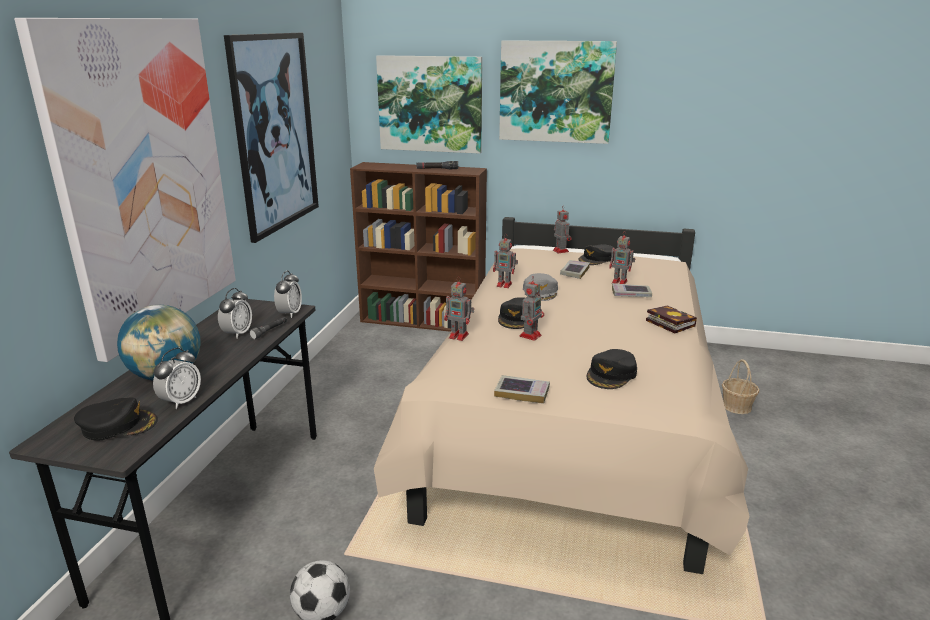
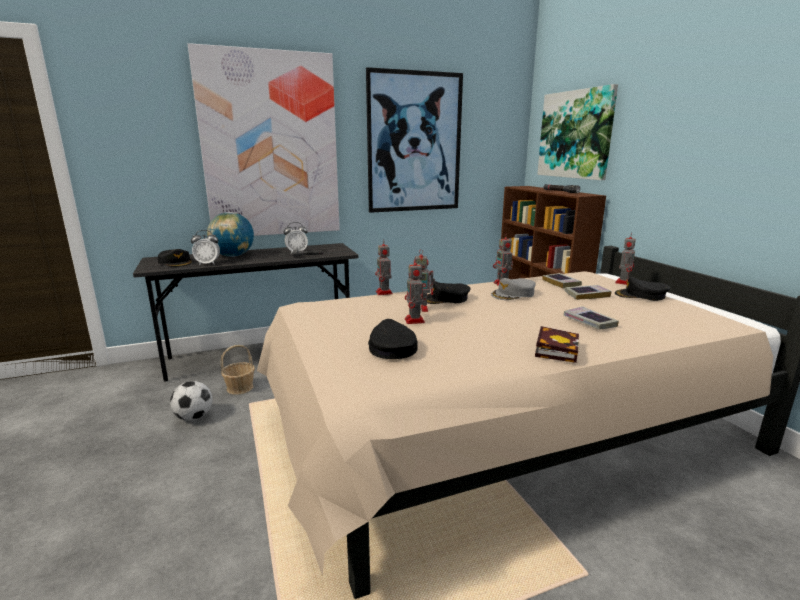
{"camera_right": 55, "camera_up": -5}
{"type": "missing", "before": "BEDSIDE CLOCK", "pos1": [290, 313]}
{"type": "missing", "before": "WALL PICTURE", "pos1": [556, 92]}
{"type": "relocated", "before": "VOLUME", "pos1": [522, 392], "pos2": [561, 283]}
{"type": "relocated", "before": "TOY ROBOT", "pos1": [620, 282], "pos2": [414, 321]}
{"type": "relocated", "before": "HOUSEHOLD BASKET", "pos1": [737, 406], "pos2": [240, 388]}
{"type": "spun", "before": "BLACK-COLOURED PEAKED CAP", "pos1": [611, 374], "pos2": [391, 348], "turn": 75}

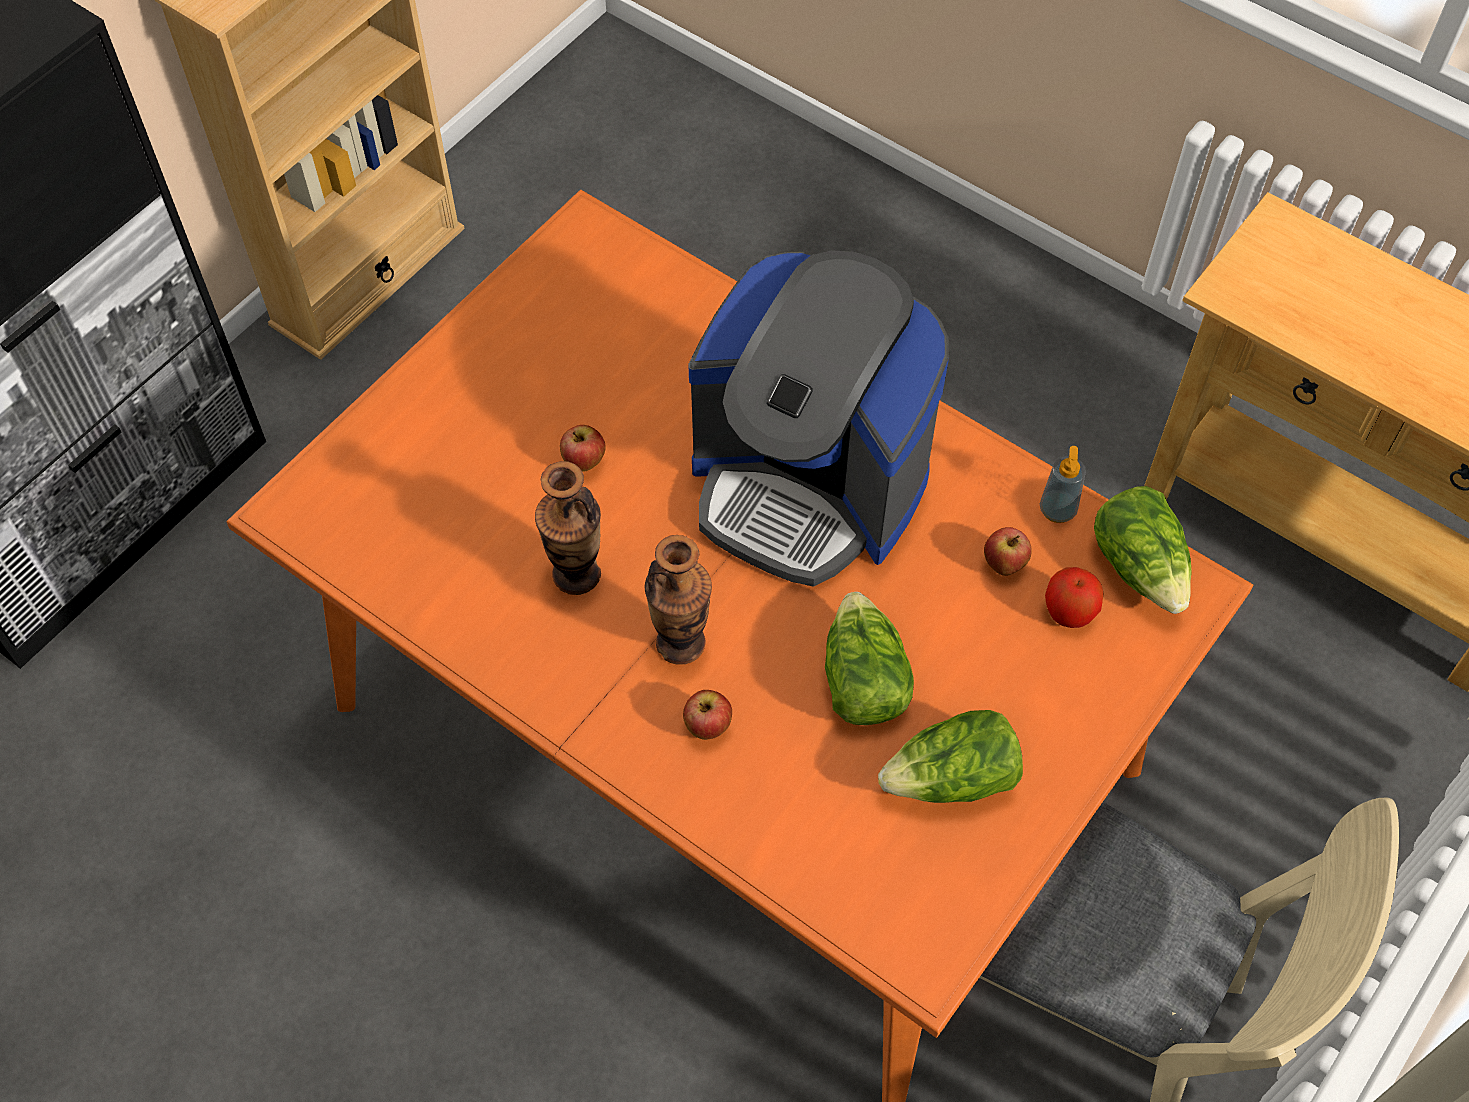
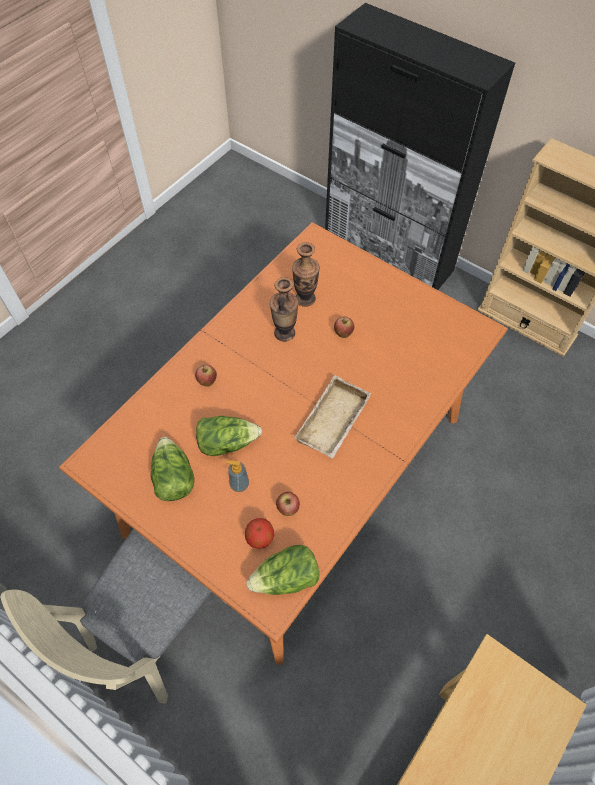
{"camera_right": 90, "camera_up": 0}
{"type": "relocated", "before": "VASE", "pos1": [681, 643], "pos2": [305, 299]}
{"type": "relocated", "before": "SOAP BOTTLE", "pos1": [1057, 510], "pos2": [239, 484]}
{"type": "exchanged", "before": "COFFEE MACHINE", "after": "BEIGE SERVING TRAY", "pos1": [809, 484], "pos2": [334, 422]}

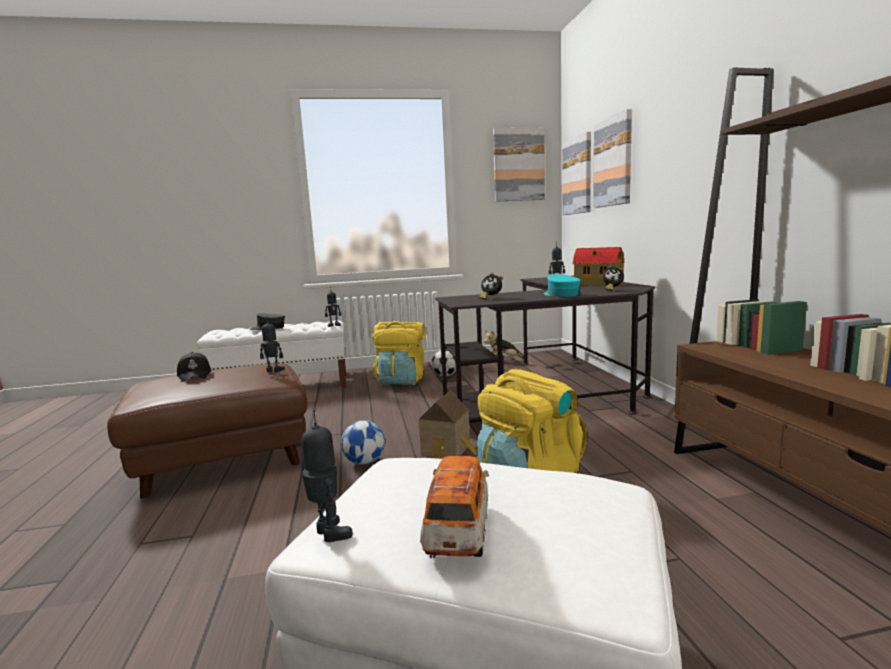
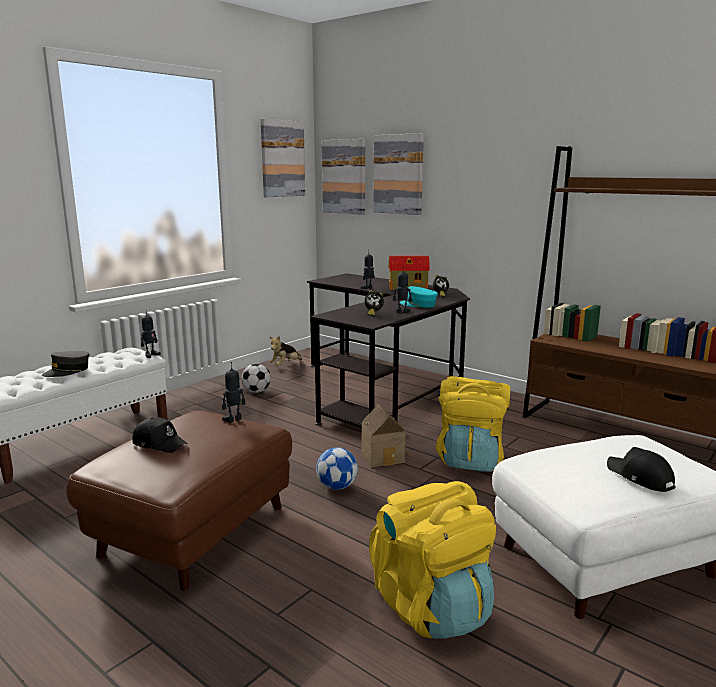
{"camera_right": -40, "camera_up": 5}
{"type": "relocated", "before": "TOY ROBOT", "pos1": [328, 533], "pos2": [402, 312]}
{"type": "relocated", "before": "YELLOW BACKPACK", "pos1": [401, 381], "pos2": [431, 606]}
{"type": "exchanged", "before": "MINIATURE CAR", "after": "BLACK-COLOURED PEAKED CAP", "pos1": [458, 532], "pos2": [639, 477]}

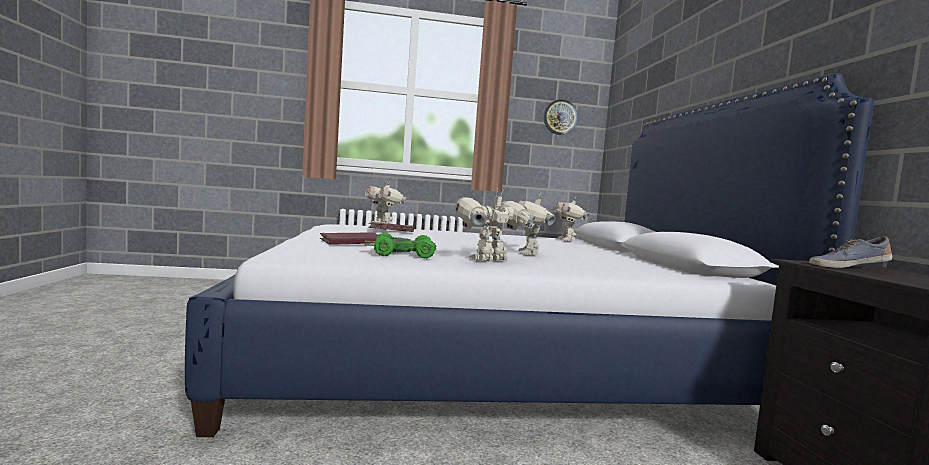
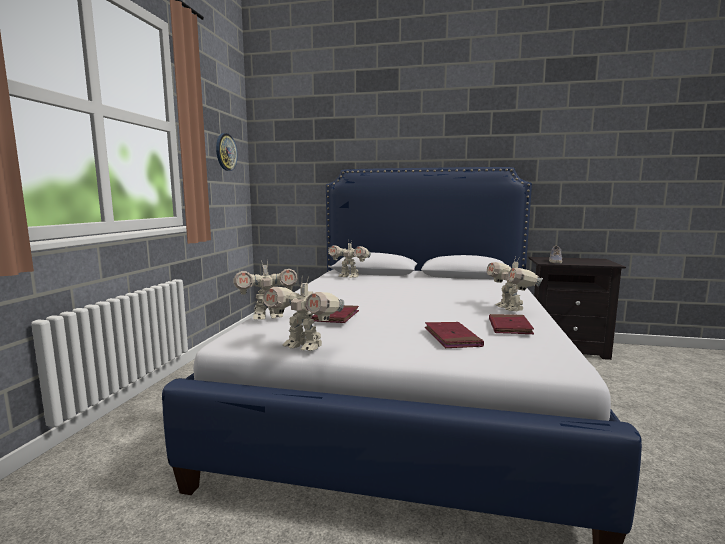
{"camera_right": -70, "camera_up": 5}
{"type": "relocated", "before": "TOY ROBOT", "pos1": [530, 253], "pos2": [304, 346]}
{"type": "exchanged", "before": "GREEN MINIATURE CAR", "after": "RED VOLUME", "pos1": [402, 254], "pos2": [509, 327]}

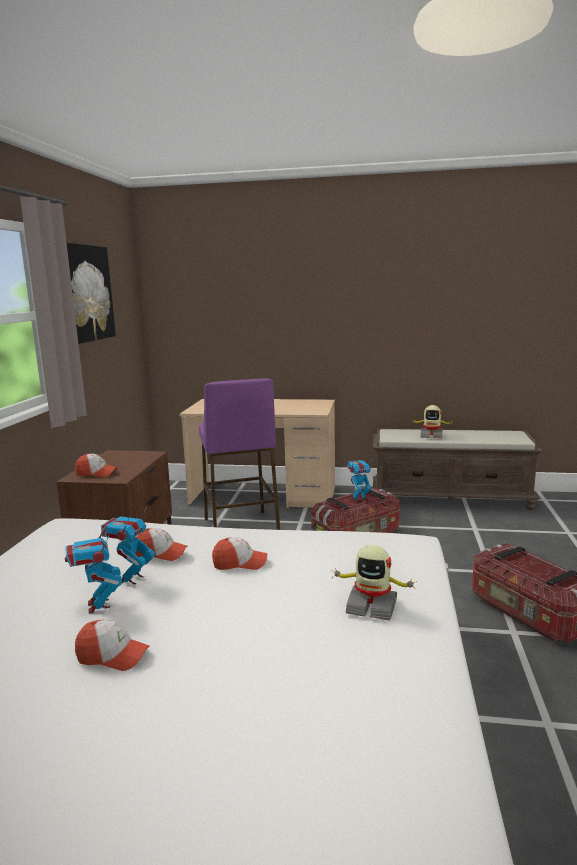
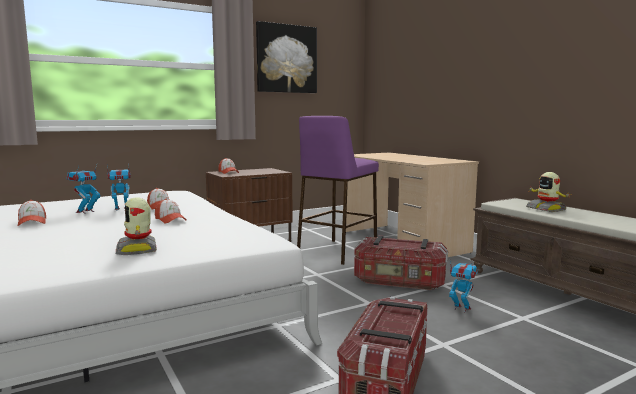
{"camera_right": 50, "camera_up": -5}
{"type": "relocated", "before": "TOY ROBOT", "pos1": [358, 499], "pos2": [461, 309]}

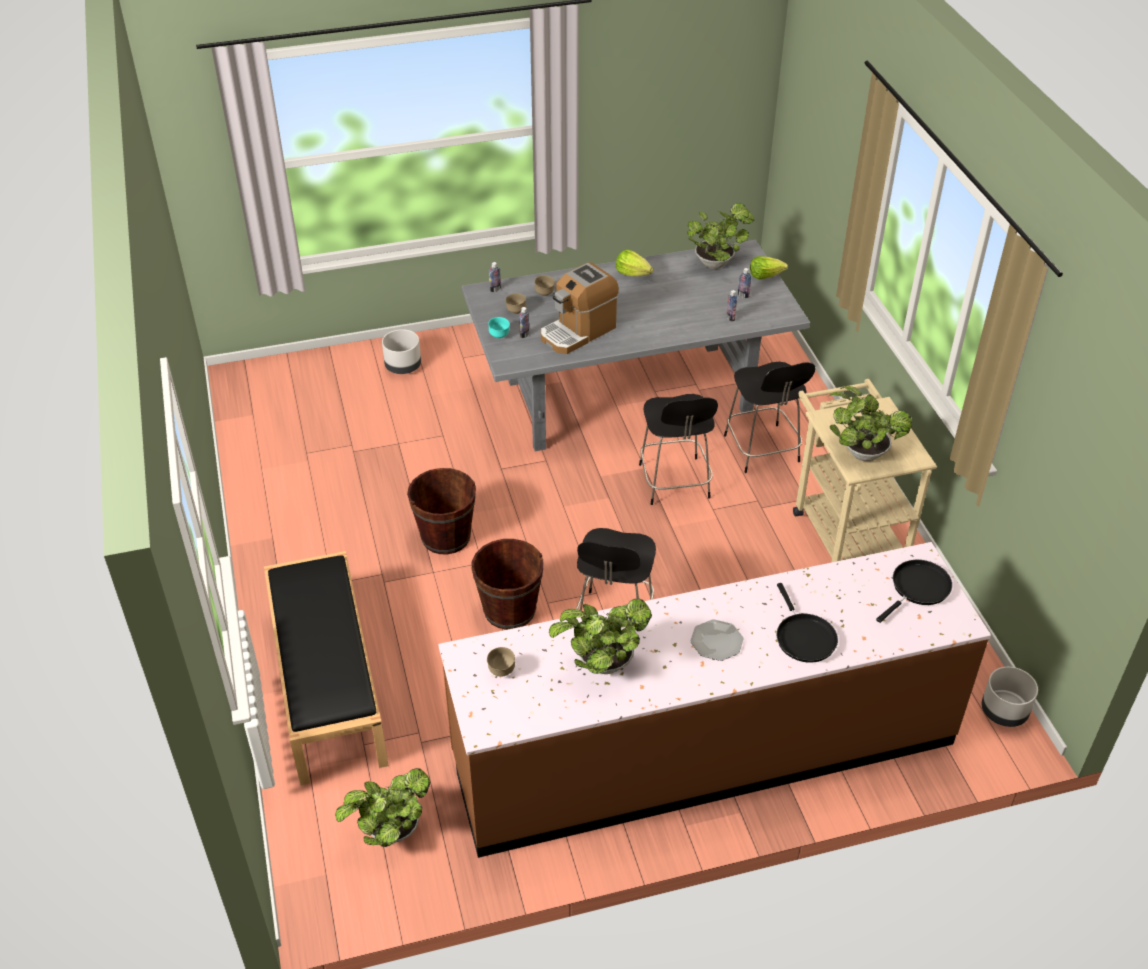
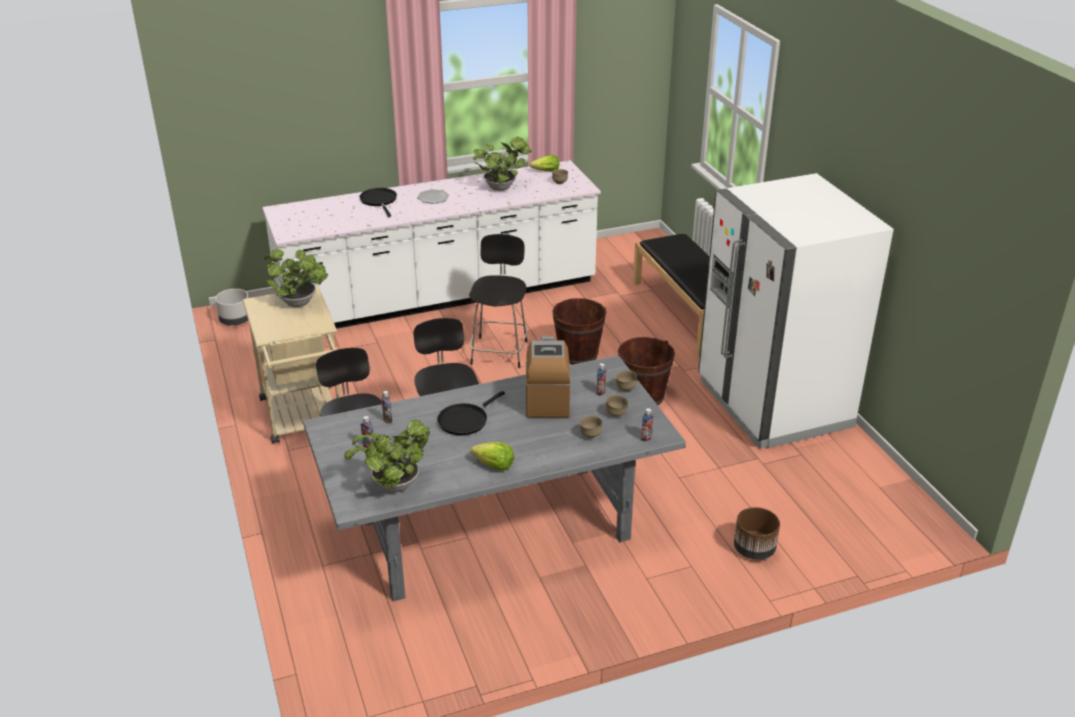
{"camera_right": 175, "camera_up": -10}
{"type": "missing", "before": "HOUSEPLANT", "pos1": [390, 832]}
{"type": "appeared", "after": "WHITE REFRIGERATOR", "pos2": [773, 404]}
{"type": "relocated", "before": "LETTUCE", "pos1": [765, 275], "pos2": [546, 171]}
{"type": "relocated", "before": "BLACK-COLOURED PAN", "pos1": [918, 588], "pos2": [465, 420]}
{"type": "colour", "before": "GRAY PLANTER", "after": "BROWNISH PLANTER", "pos1": [403, 366], "pos2": [754, 550]}
{"type": "colour", "before": "BROWNISH KITCHEN COUNTER", "after": "WHITE KITCHEN COUNTER", "pos1": [703, 749], "pos2": [439, 297]}
{"type": "colour", "before": "TURQUOISE BOWL", "after": "BROWNISH BOWL", "pos1": [499, 336], "pos2": [625, 389]}
{"type": "spun", "before": "COFFEE MACHINE", "pos1": [578, 332], "pos2": [547, 397], "turn": -45}

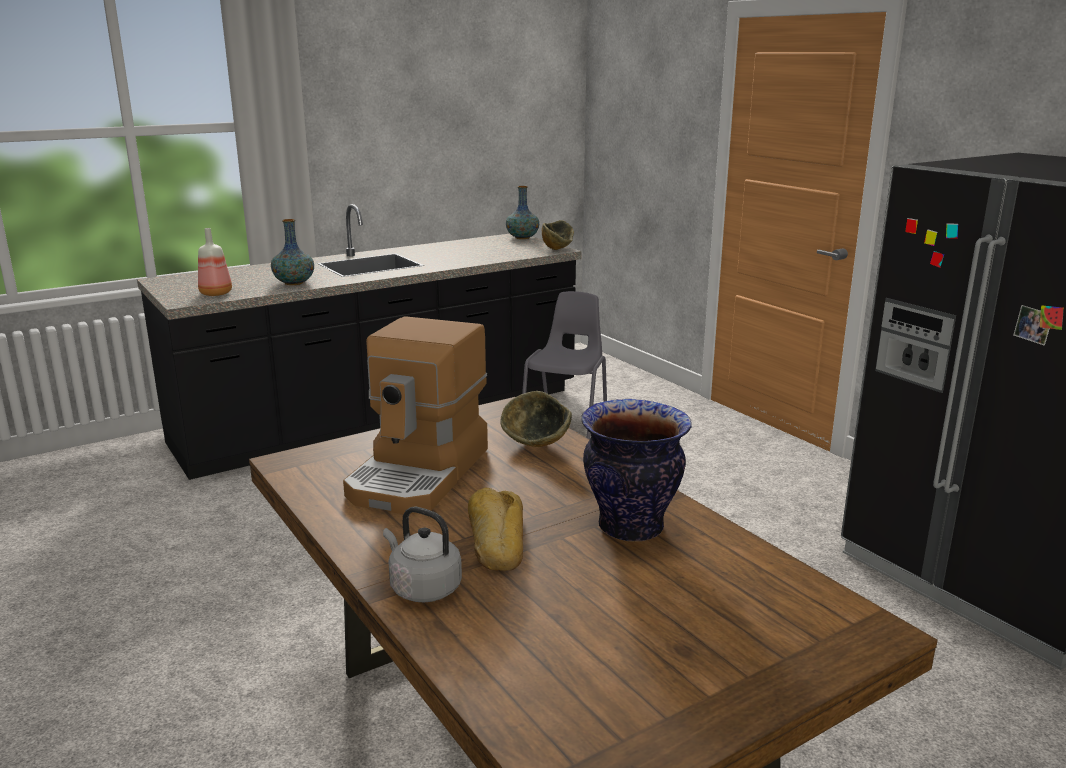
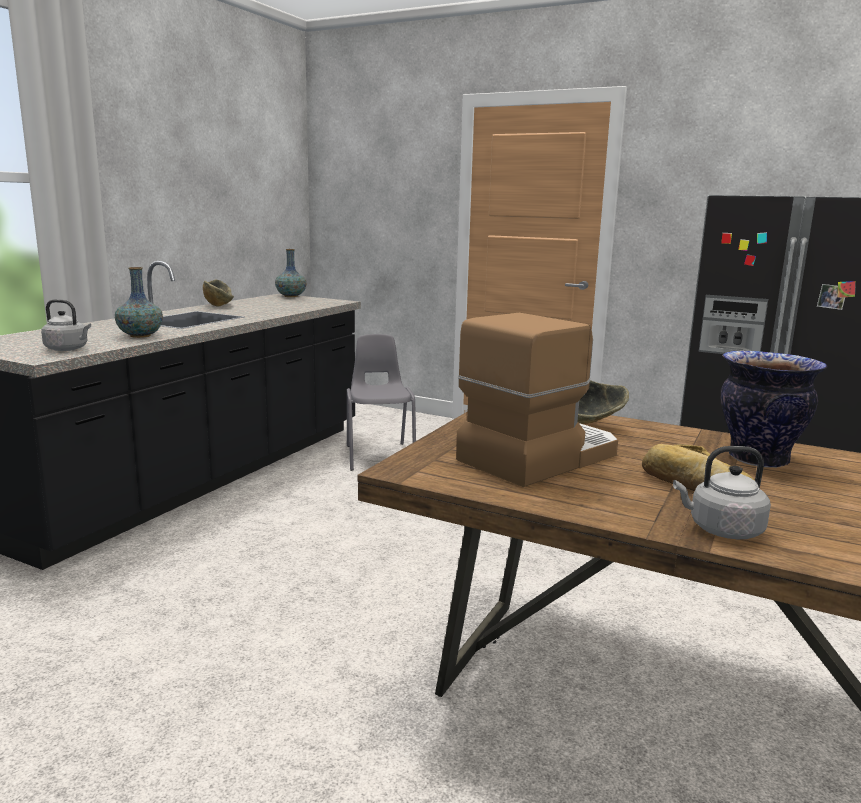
{"camera_right": -30, "camera_up": -5}
{"type": "relocated", "before": "BOWL", "pos1": [558, 248], "pos2": [219, 305]}
{"type": "exchanged", "before": "BEVERAGE BOTTLE", "after": "GRAY WATER KETTLE", "pos1": [217, 293], "pos2": [68, 349]}
{"type": "spun", "before": "COFFEE MACHINE", "pos1": [420, 473], "pos2": [538, 456], "turn": -120}

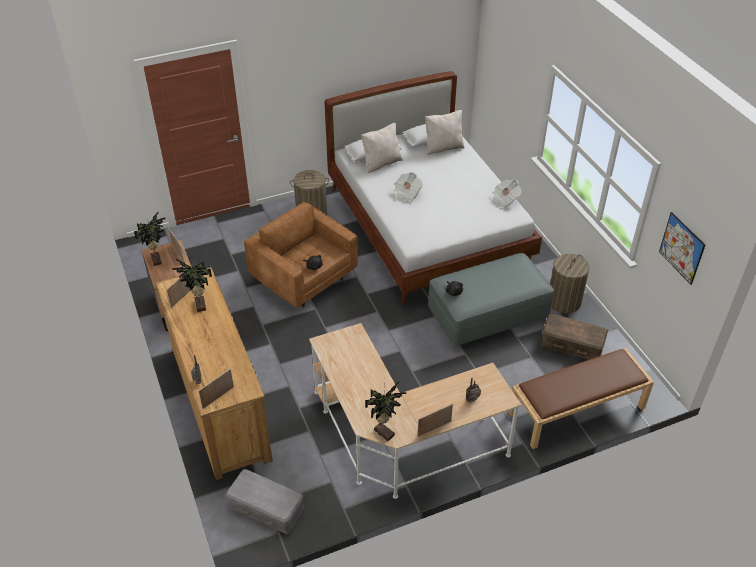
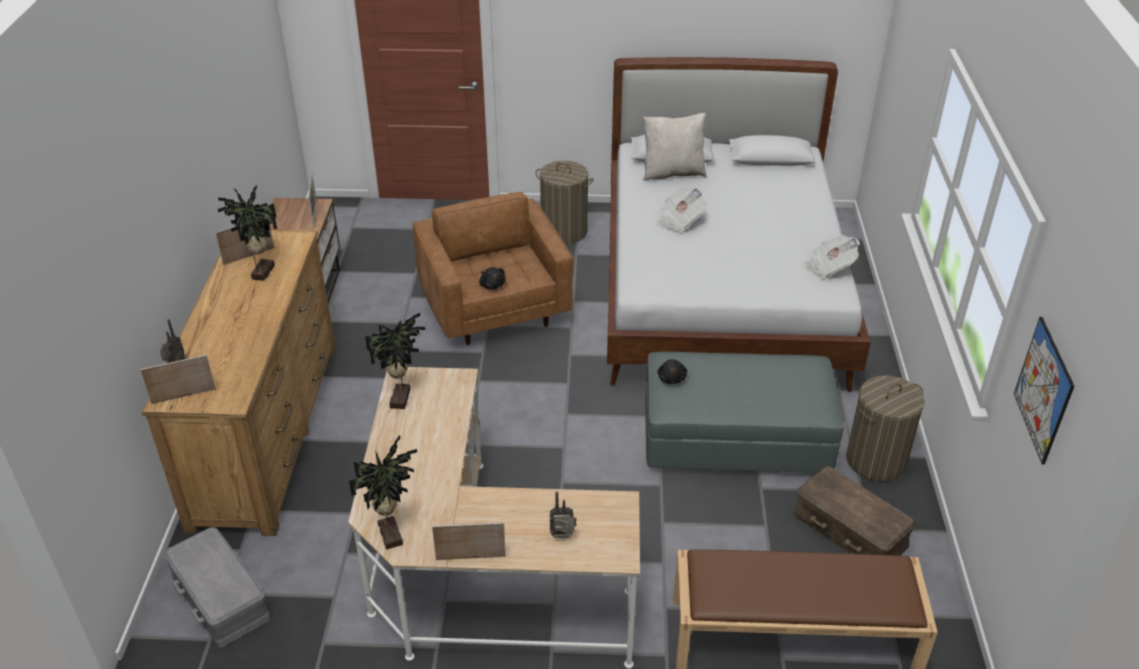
{"camera_right": 25, "camera_up": -5}
{"type": "missing", "before": "BEIGE CUSHION", "pos1": [443, 147]}
{"type": "relocated", "before": "HOUSEPLANT", "pos1": [157, 259], "pos2": [402, 398]}

